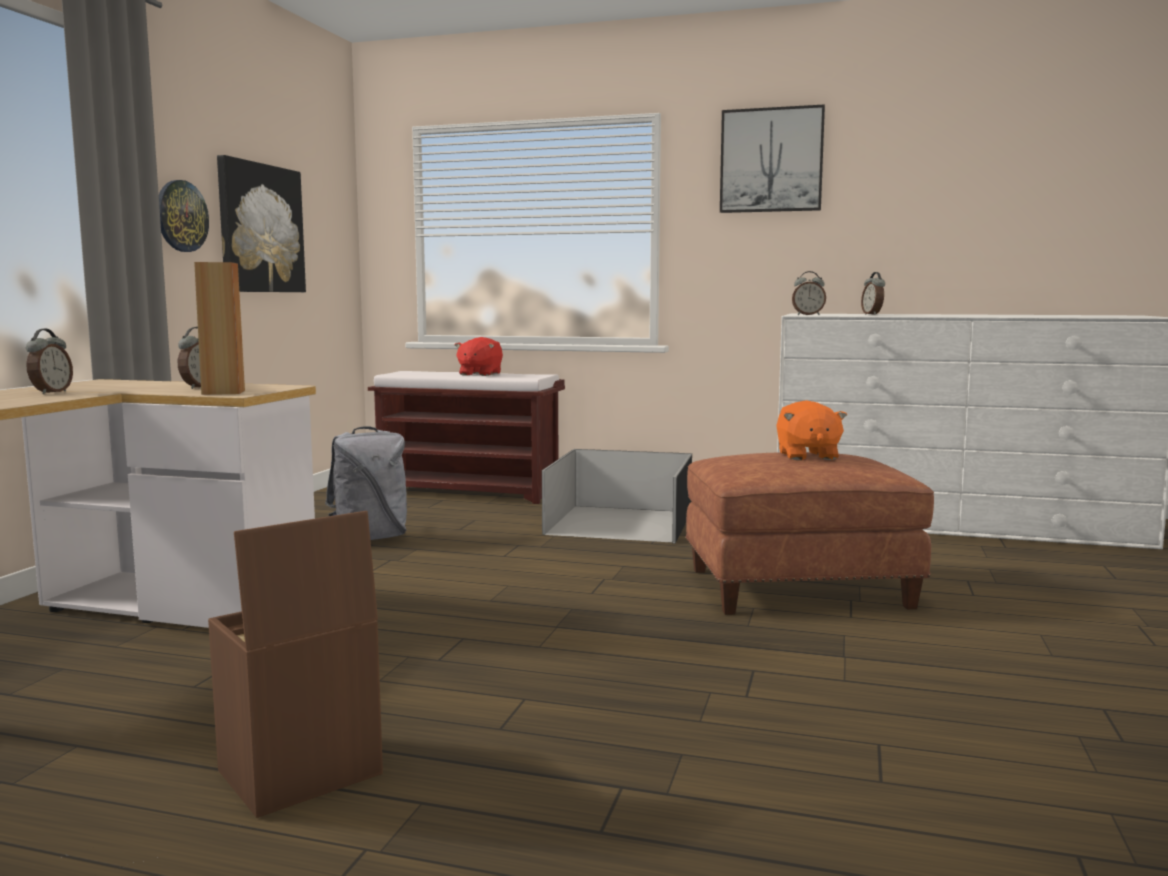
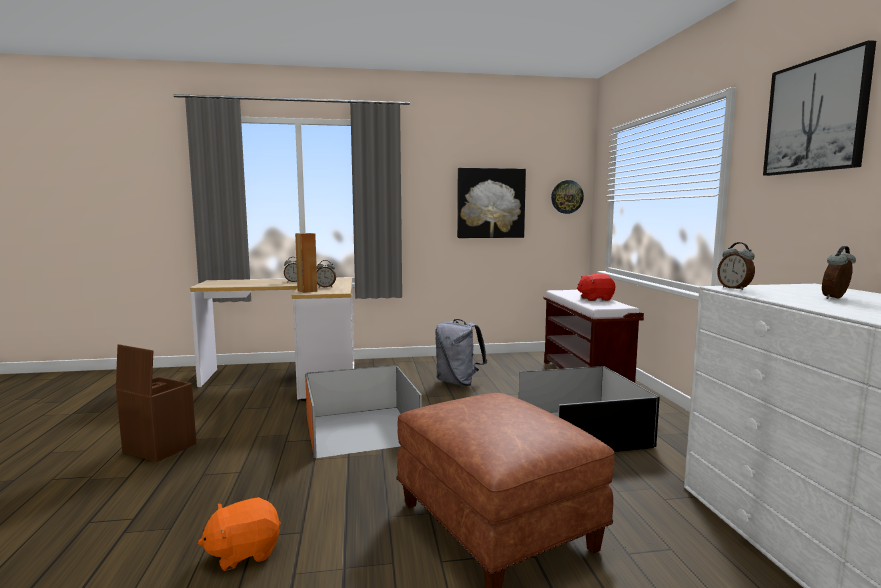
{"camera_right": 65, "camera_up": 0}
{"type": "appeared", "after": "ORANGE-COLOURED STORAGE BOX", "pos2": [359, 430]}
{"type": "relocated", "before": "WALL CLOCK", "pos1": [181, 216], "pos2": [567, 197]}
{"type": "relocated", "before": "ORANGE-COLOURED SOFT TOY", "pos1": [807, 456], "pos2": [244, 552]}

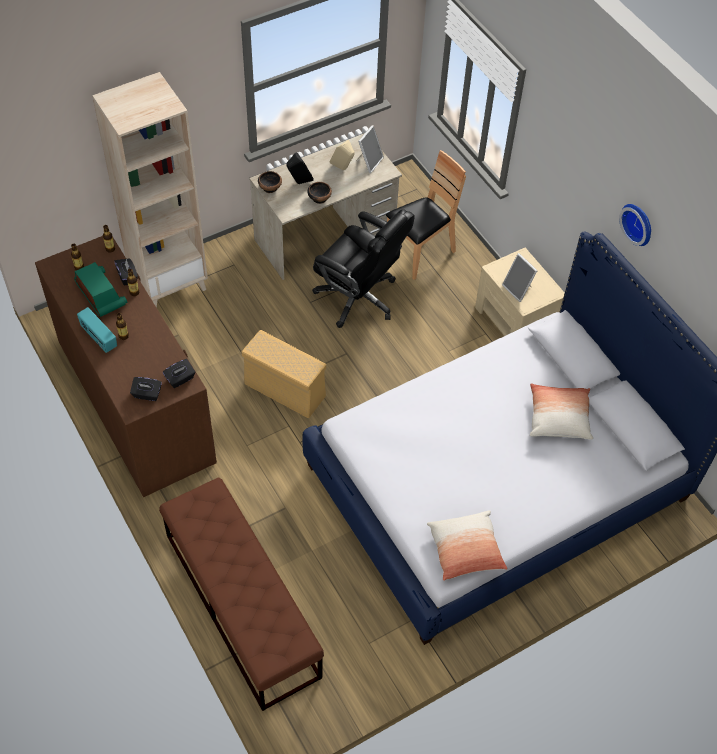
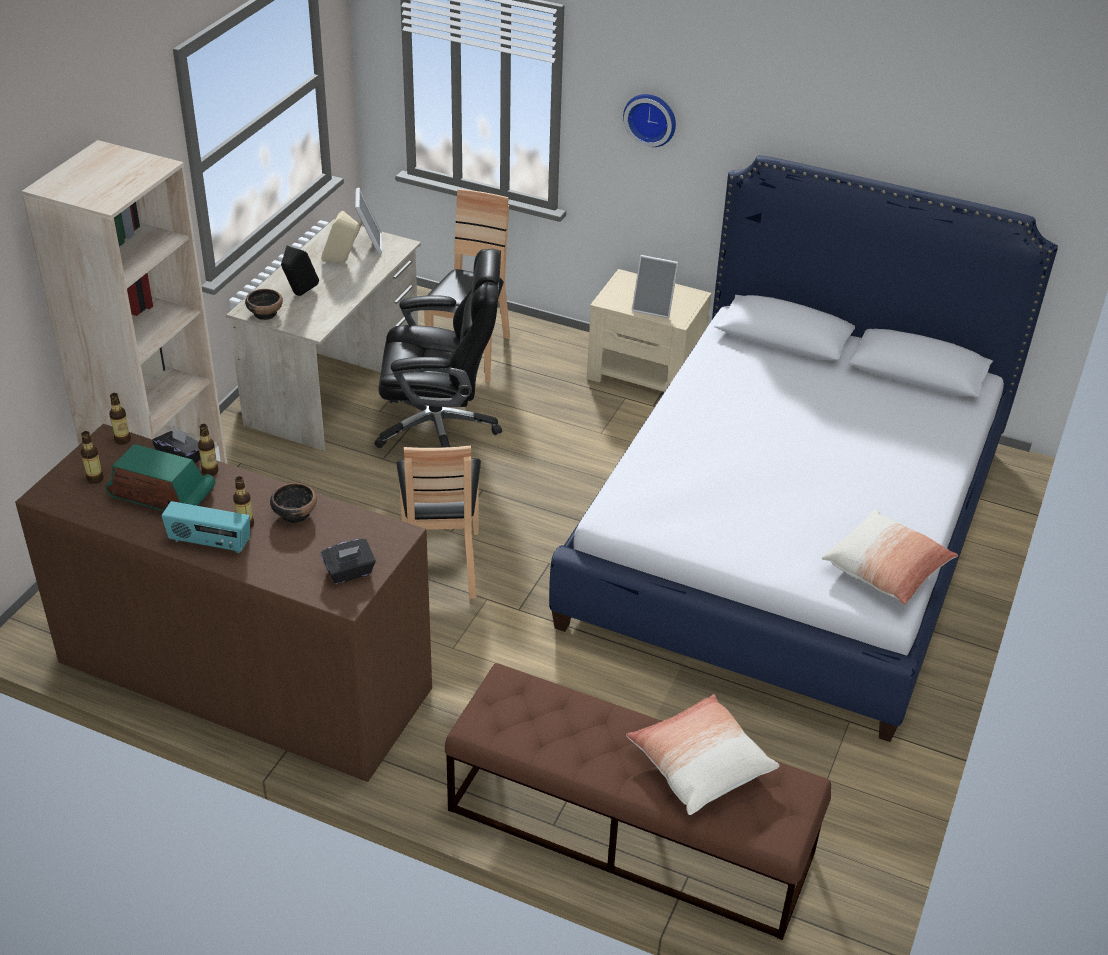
{"camera_right": -35, "camera_up": -15}
{"type": "missing", "before": "BLACK-COLOURED TISSUE HOLDER", "pos1": [180, 379]}
{"type": "relocated", "before": "BOWL", "pos1": [319, 198], "pos2": [294, 514]}
{"type": "relocated", "before": "CUSHION", "pos1": [558, 418], "pos2": [699, 765]}
{"type": "relocated", "before": "WALL CLOCK", "pos1": [638, 223], "pos2": [651, 118]}
{"type": "exchanged", "before": "BEIGE STORAGE BOX", "after": "BROWNISH PLAIN CHAIR", "pos1": [283, 389], "pos2": [441, 564]}

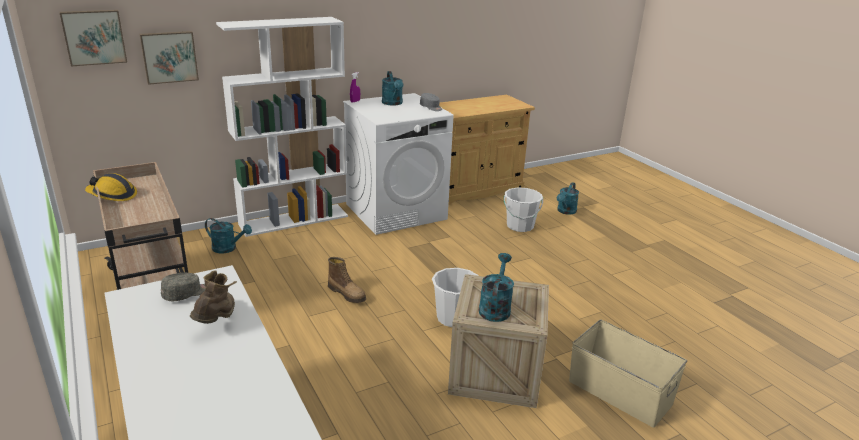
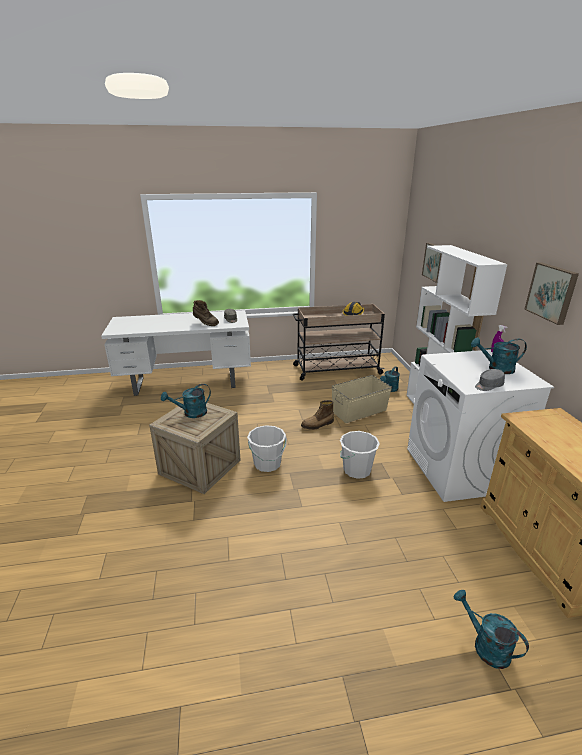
{"camera_right": 110, "camera_up": 0}
{"type": "relocated", "before": "WALL PICTURE", "pos1": [94, 37], "pos2": [552, 292]}
{"type": "relocated", "before": "WHITE WATER BUCKET", "pos1": [520, 226], "pos2": [357, 470]}
{"type": "relocated", "before": "BEIGE STORAGE BOX", "pos1": [619, 392], "pos2": [360, 411]}
{"type": "spun", "before": "TURQUOISE WATERING CAN", "pos1": [495, 307], "pos2": [191, 413], "turn": 120}

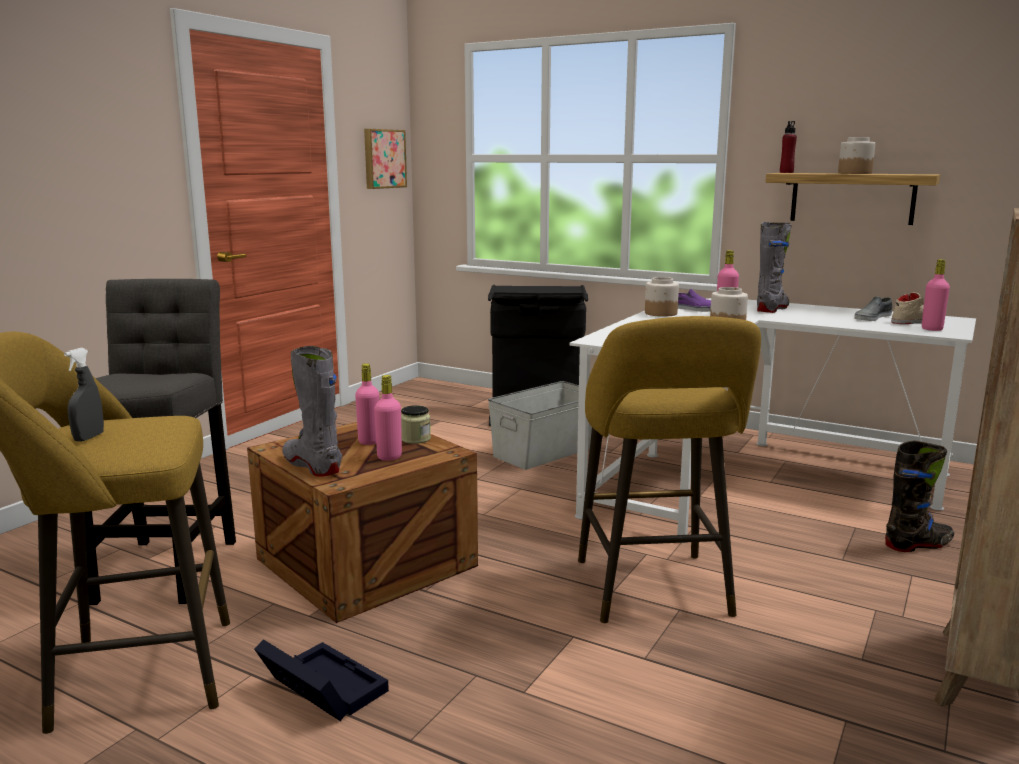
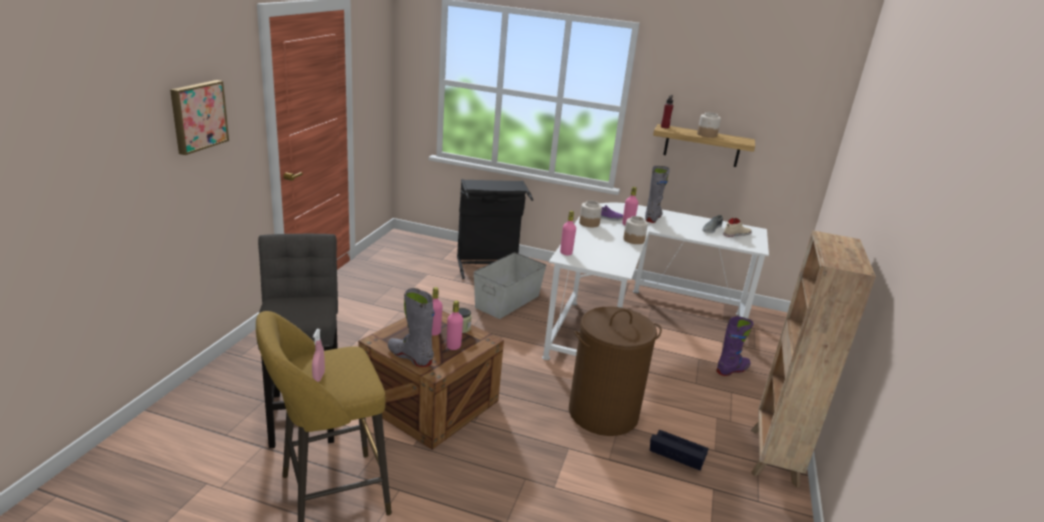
{"camera_right": -15, "camera_up": 10}
{"type": "relocated", "before": "BLACK-COLOURED STORAGE BOX", "pos1": [320, 688], "pos2": [675, 454]}
{"type": "relocated", "before": "WALL PICTURE", "pos1": [383, 159], "pos2": [198, 116]}
{"type": "relocated", "before": "PINK BEVERAGE BOTTLE", "pos1": [932, 329], "pos2": [566, 253]}
{"type": "exchanged", "before": "YELLOW STOOL SEAT", "after": "BROWNISH HAMPER", "pos1": [655, 592], "pos2": [603, 413]}
{"type": "colour", "before": "GRAY HAND SPRAYER", "after": "PINK HAND SPRAYER", "pos1": [89, 437], "pos2": [319, 377]}
{"type": "colour", "before": "BLACK-COLOURED BOOT", "after": "PURPLISH BOOT", "pos1": [918, 545], "pos2": [732, 370]}

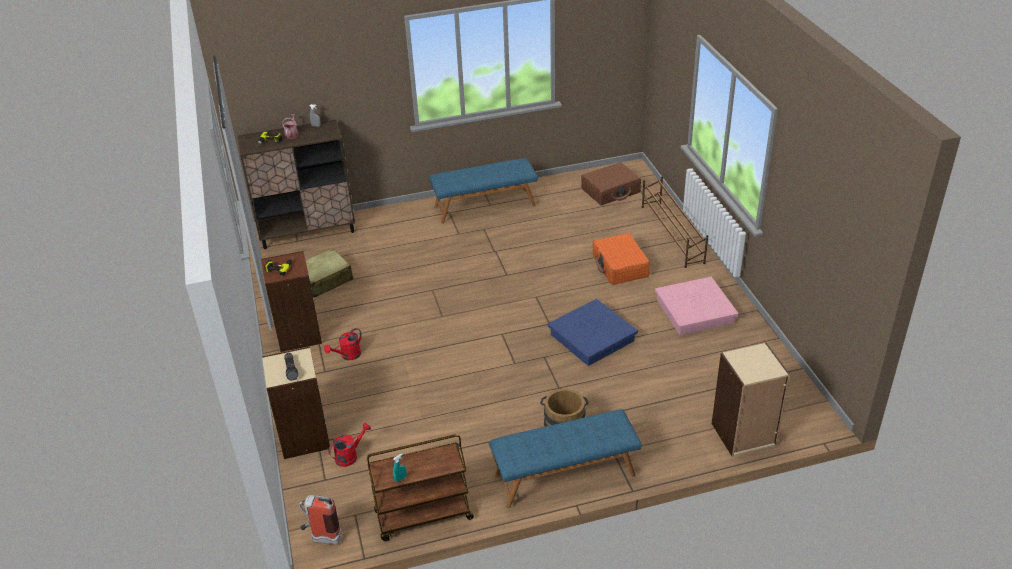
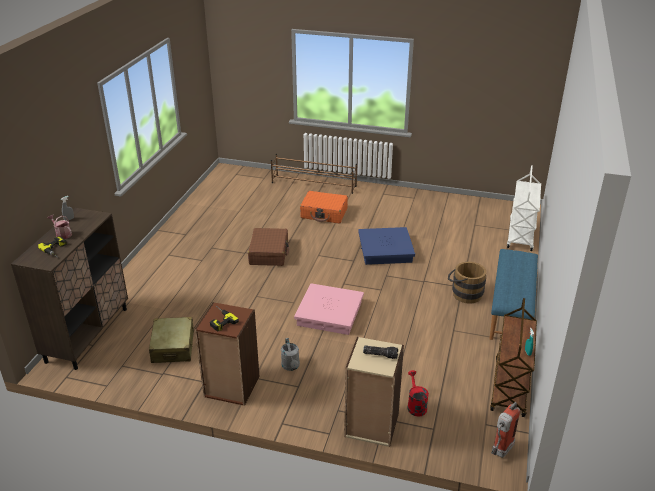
{"camera_right": -60, "camera_up": -5}
{"type": "missing", "before": "BLUE-COLOURED LONG SEAT", "pos1": [484, 205]}
{"type": "relocated", "before": "BROWNISH SUITCASE", "pos1": [610, 191], "pos2": [269, 253]}
{"type": "relocated", "before": "PINK STORAGE BOX", "pos1": [695, 311], "pos2": [330, 313]}
{"type": "exchanged", "before": "BEIGE SHELVING UNIT", "after": "WHITE TROLLEY", "pos1": [743, 435], "pos2": [521, 235]}
{"type": "colour", "before": "RED WATERING CAN", "after": "GRAY WATERING CAN", "pos1": [348, 356], "pos2": [291, 366]}

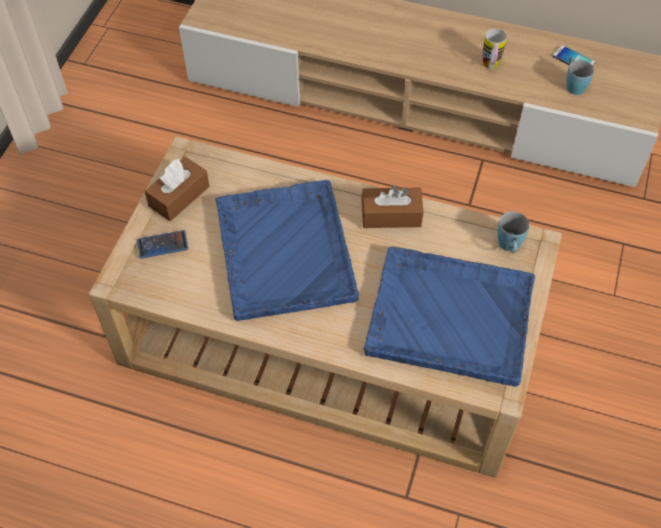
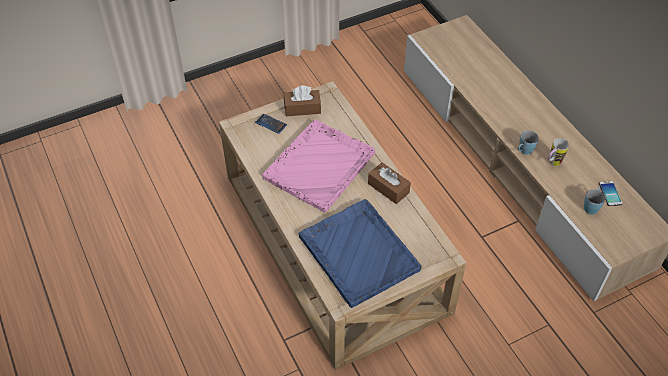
{"camera_right": 45, "camera_up": -5}
{"type": "relocated", "before": "BLUE-COLOURED MUG", "pos1": [509, 247], "pos2": [523, 151]}
{"type": "colour", "before": "BLUE-COLOURED SERVING TRAY", "after": "PINK SERVING TRAY", "pos1": [284, 249], "pos2": [320, 165]}

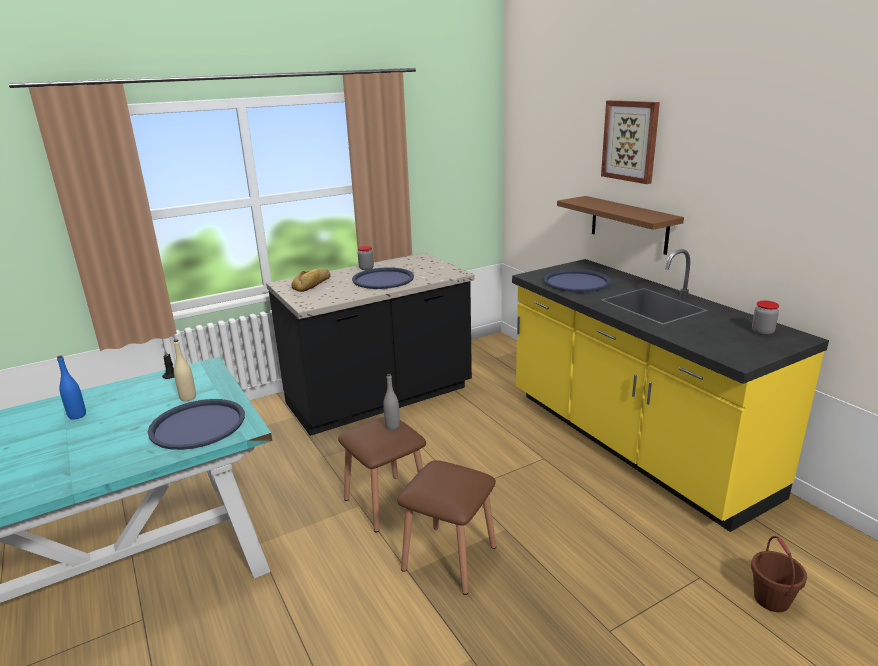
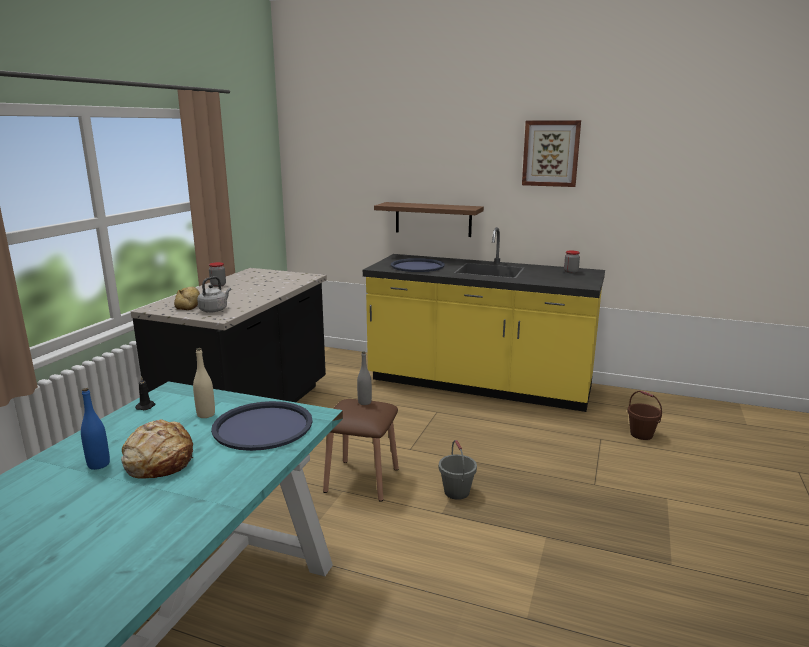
{"camera_right": -40, "camera_up": -5}
{"type": "missing", "before": "BLUE-COLOURED SERVING TRAY", "pos1": [383, 279]}
{"type": "appeared", "after": "BREAD", "pos2": [158, 461]}
{"type": "appeared", "after": "GRAY WATER KETTLE", "pos2": [214, 310]}
{"type": "relocated", "before": "WALL PICTURE", "pos1": [630, 141], "pos2": [551, 153]}
{"type": "exchanged", "before": "BROWNISH STOOL SEAT", "after": "GRAY WATER BUCKET", "pos1": [449, 558], "pos2": [456, 492]}

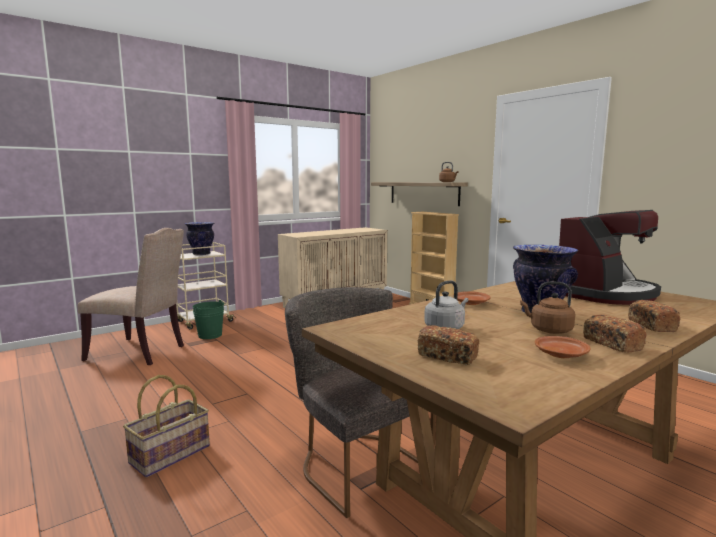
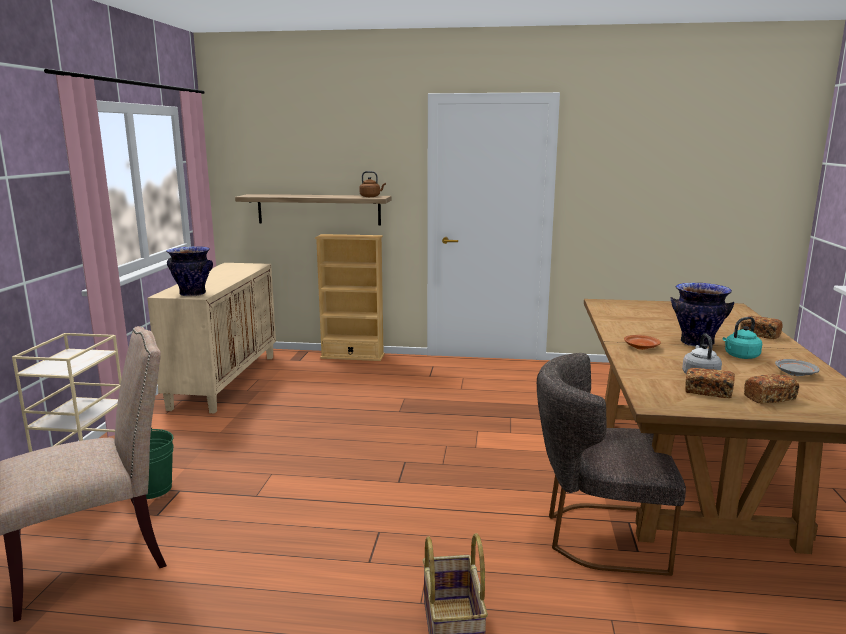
{"camera_right": -45, "camera_up": 5}
{"type": "missing", "before": "COFFEE MACHINE", "pos1": [605, 294]}
{"type": "relocated", "before": "VASE", "pos1": [202, 254], "pos2": [193, 294]}
{"type": "relocated", "before": "BREAD", "pos1": [612, 344], "pos2": [708, 392]}
{"type": "colour", "before": "BROWNISH WATER KETTLE", "after": "TURQUOISE WATER KETTLE", "pos1": [548, 330], "pos2": [740, 356]}
{"type": "colour", "before": "BROWNISH PLATE", "after": "GRAY PLATE", "pos1": [561, 354], "pos2": [795, 373]}

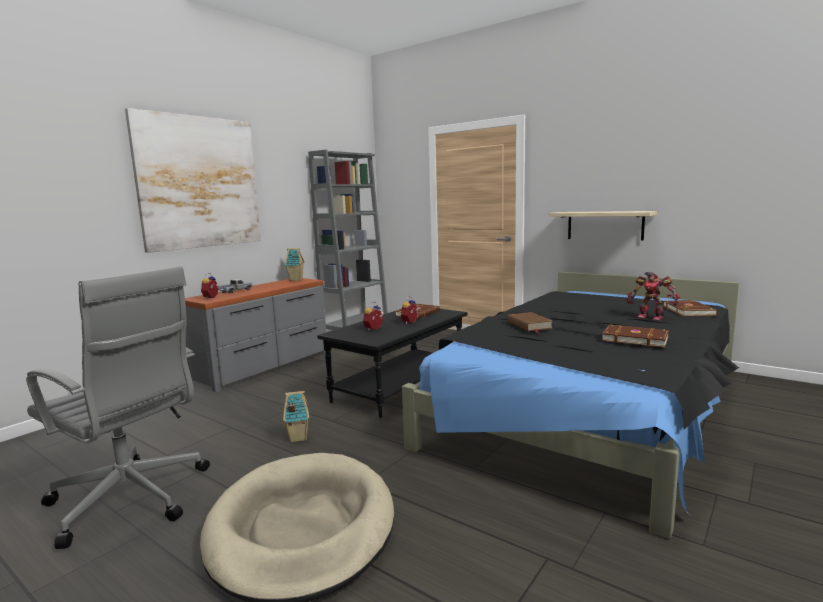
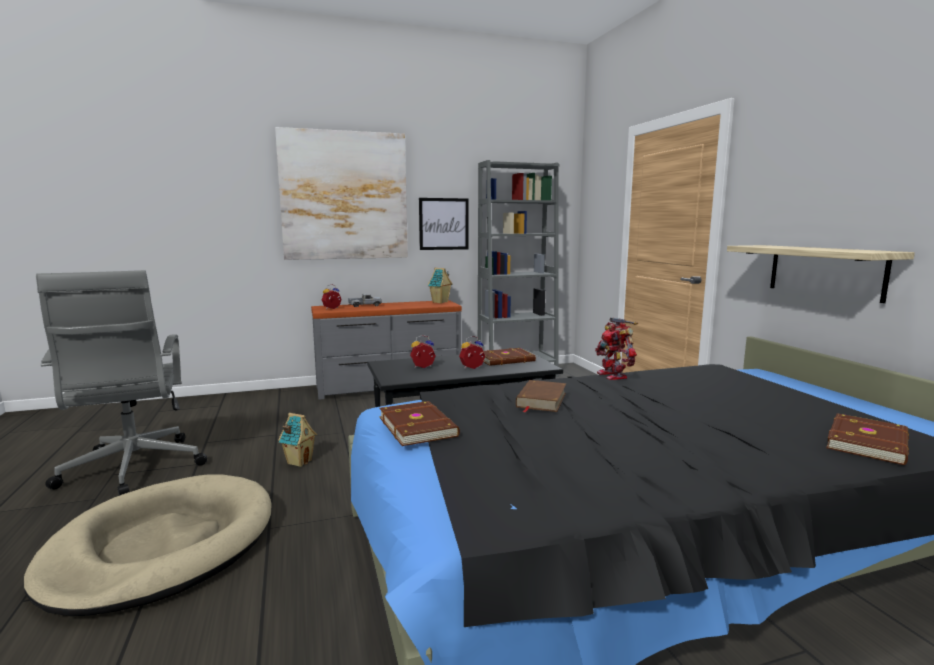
{"camera_right": 35, "camera_up": 0}
{"type": "appeared", "after": "WALL PICTURE", "pos2": [443, 224]}
{"type": "relocated", "before": "BROWNISH VOLUME", "pos1": [634, 338], "pos2": [419, 426]}
{"type": "relocated", "before": "TOY ROBOT", "pos1": [650, 317], "pos2": [614, 375]}

